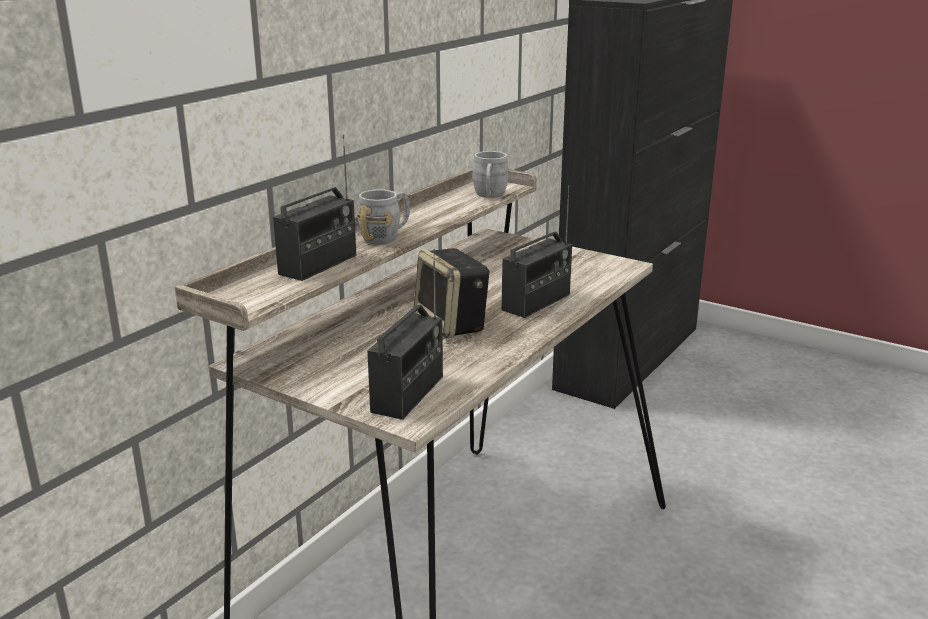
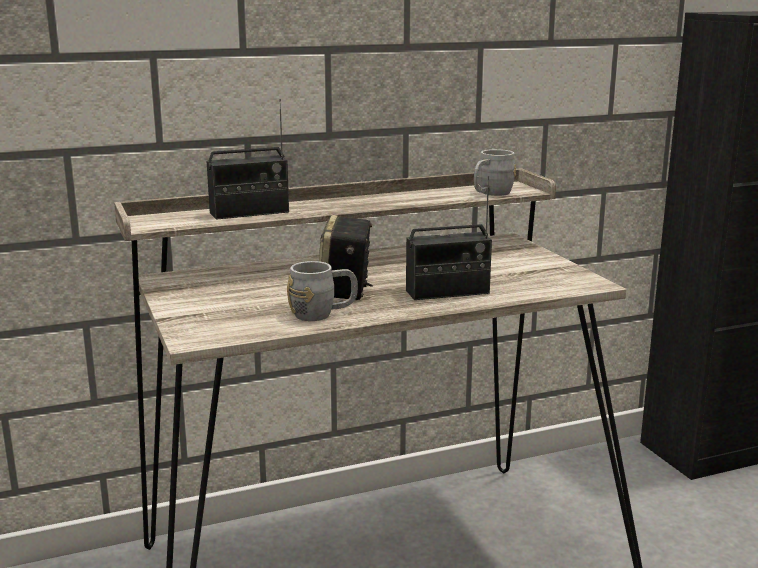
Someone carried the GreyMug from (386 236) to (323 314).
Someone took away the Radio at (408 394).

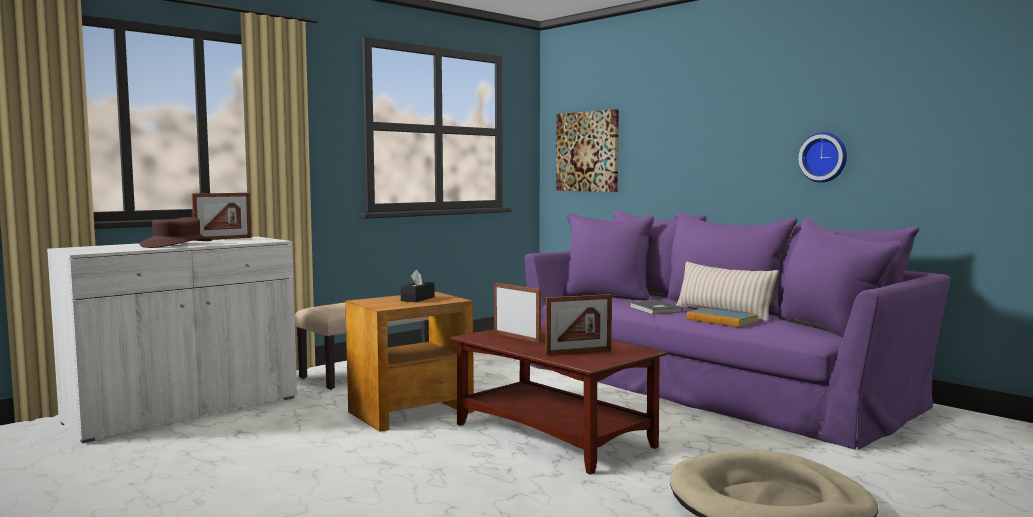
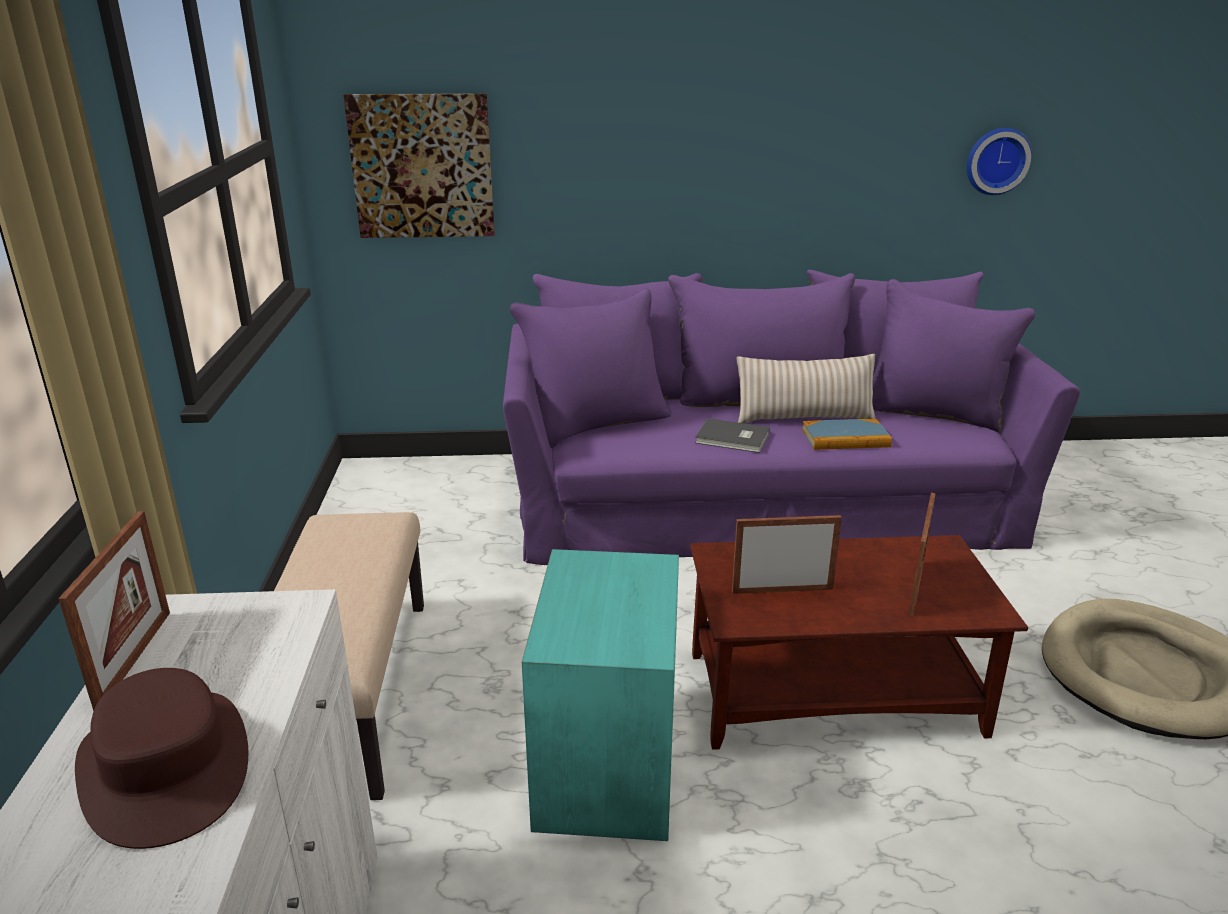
Someone repainted the BrownSideTable at (409 412), which became the TurquoiseSideTable at (606 766).
Someone carried the WallClock from (824 157) to (996 160).
Someone took away the BlackTissueBox at (417 299).

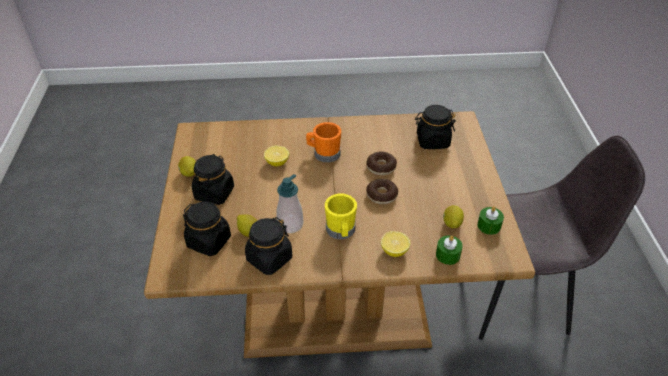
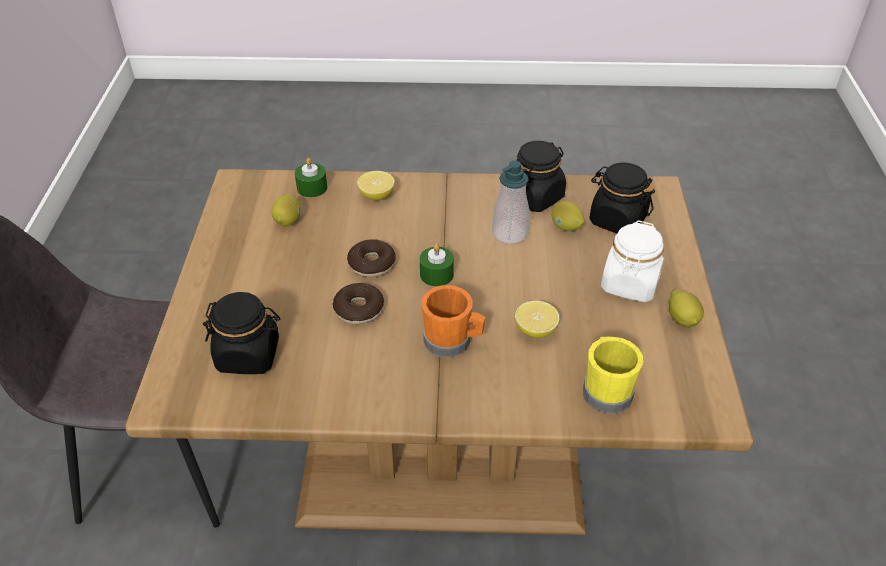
Someone carried the GreenCandle from (489 226) to (436 274).
Someone carried the YellowMug from (341 231) to (606 389).
Someone repainted the BlackJar at (214 193), which became the WhiteJar at (630 284).

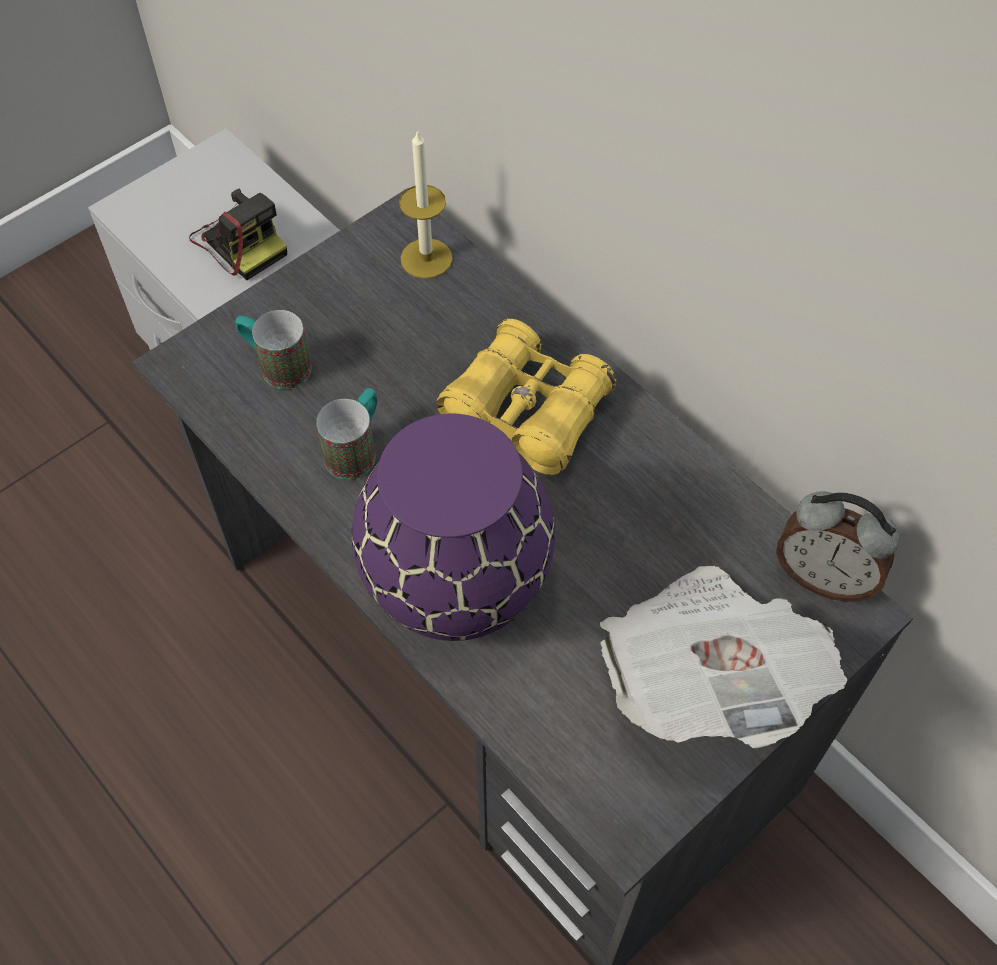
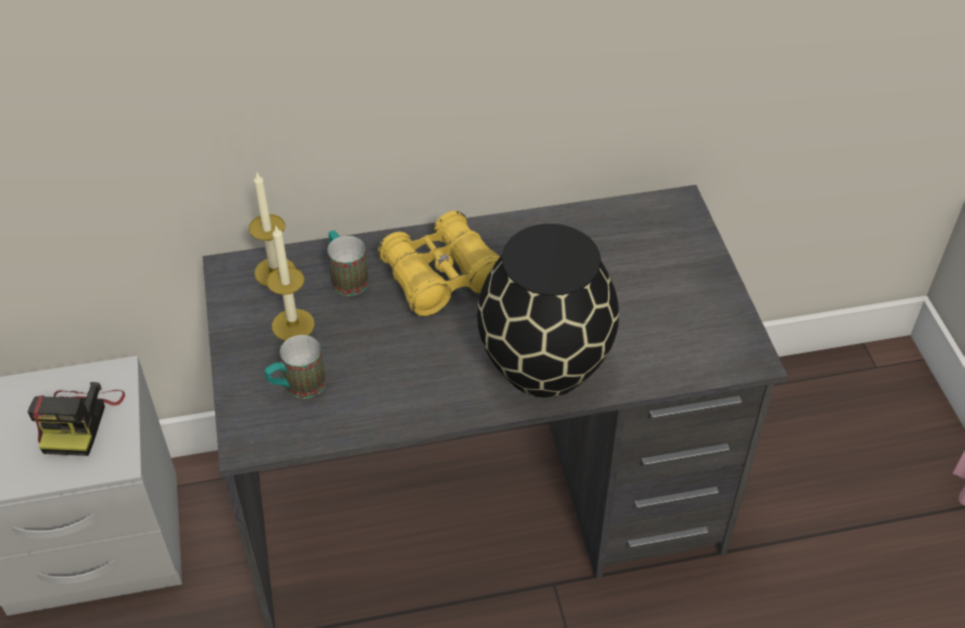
Someone rotated the PhotoCamera at (240 241) by 105 degrees clockwise.
Someone put down the Candle at (293 325).
Someone carried the Mug from (356 449) to (346 277).
Someone repainted the PurpleVase at (459 586), which became the BlackVase at (545 363).
Someone took away the Newspaper at (707 675).
Someone took away the AlarmClock at (823 576).

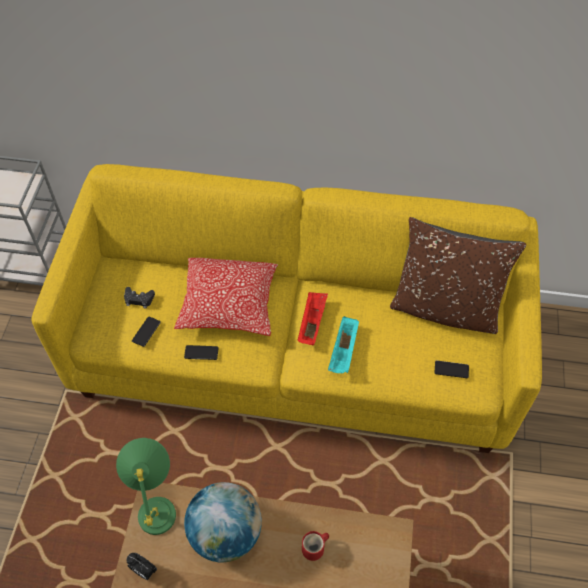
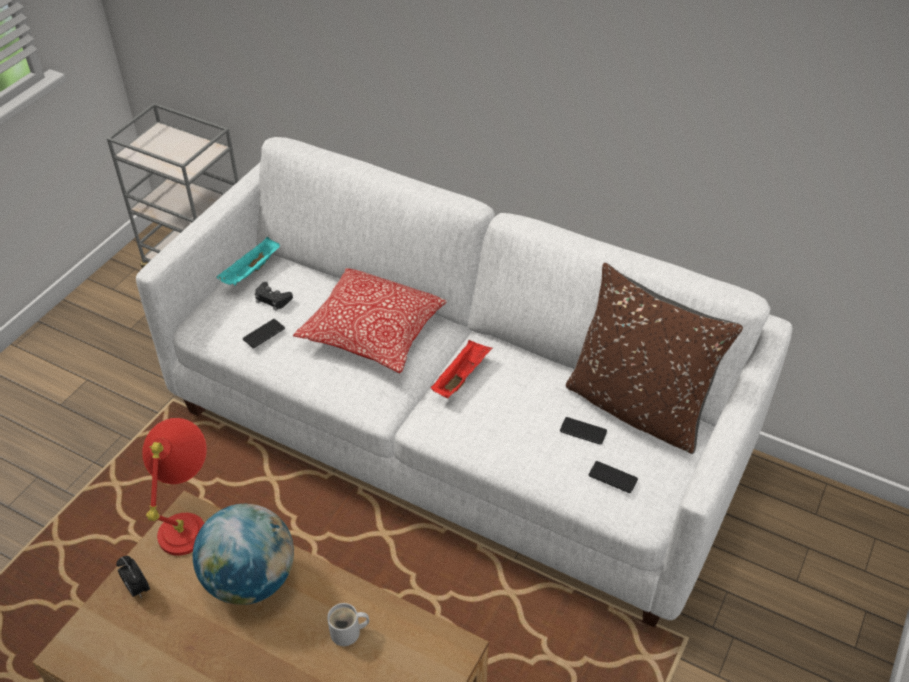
Someone repainted the YellowSofa at (295 350), which became the WhiteSofa at (456 433).
Someone repainted the GreenTableLamp at (156 502), which became the RedTableLamp at (189 520).
Someone carried the TurquoiseTray from (343 351) to (251 272).
Someone repainted the RedMug at (315 548), which became the WhiteMug at (348 633).
Someone carried the Phone from (201 353) to (583 431).

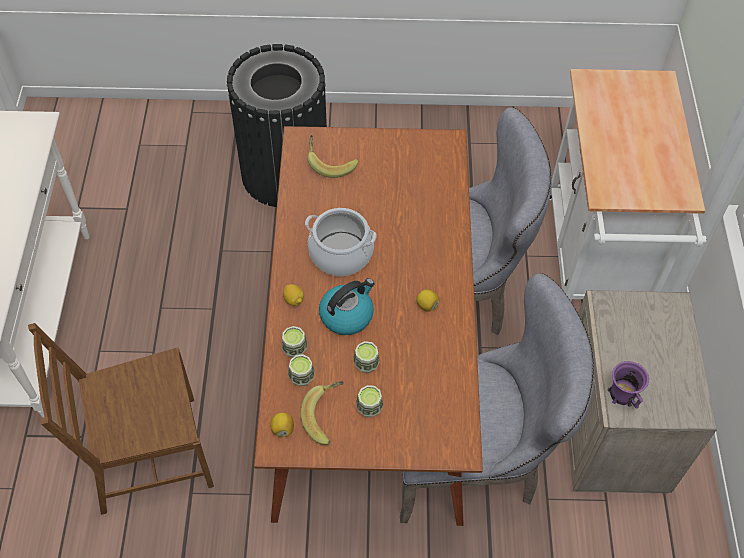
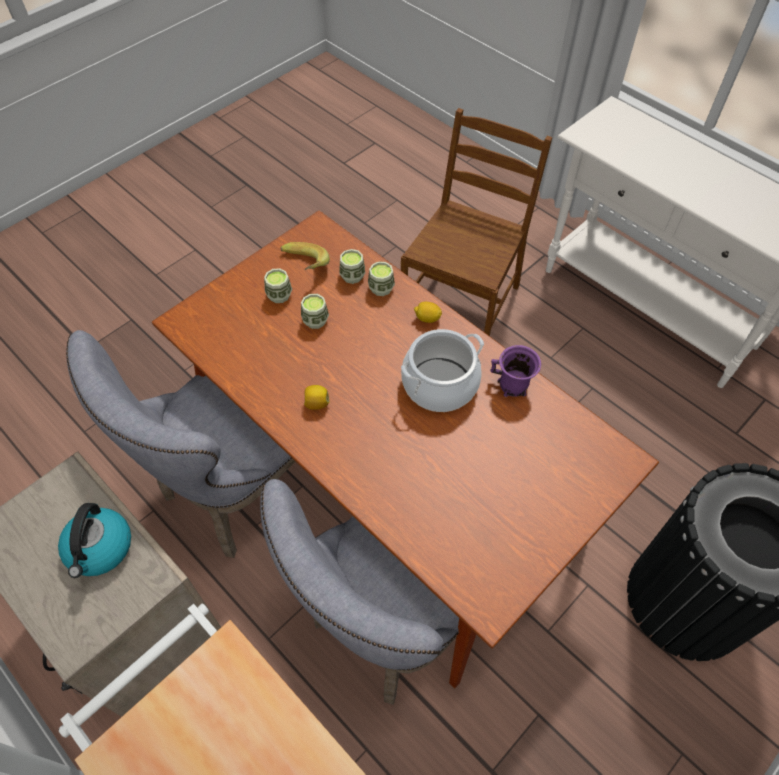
Someone carried the Kettle from (347 315) to (100 549).
Someone carried the PurpleMug from (622 394) to (513 386).
Someone took away the Lemon at (282 429).
Someone took away the Banana at (330 163).

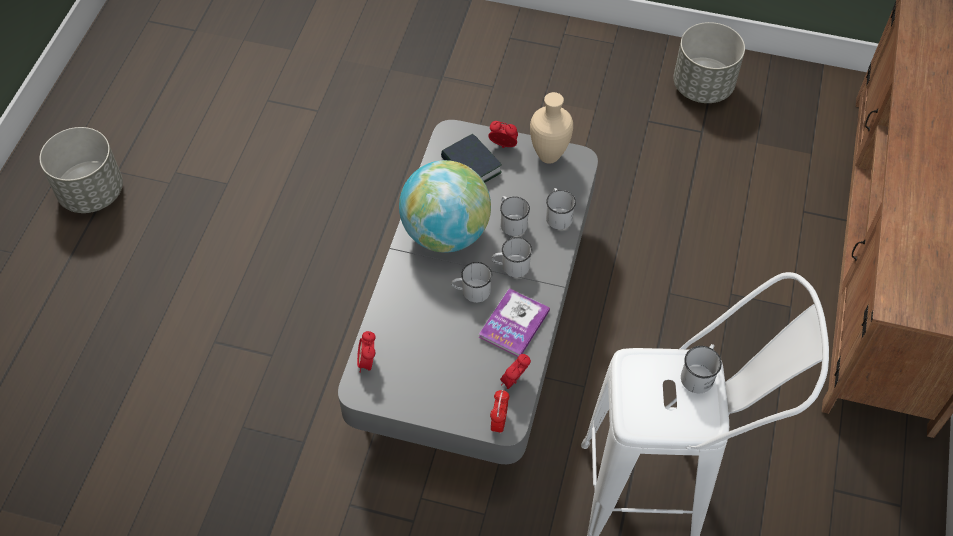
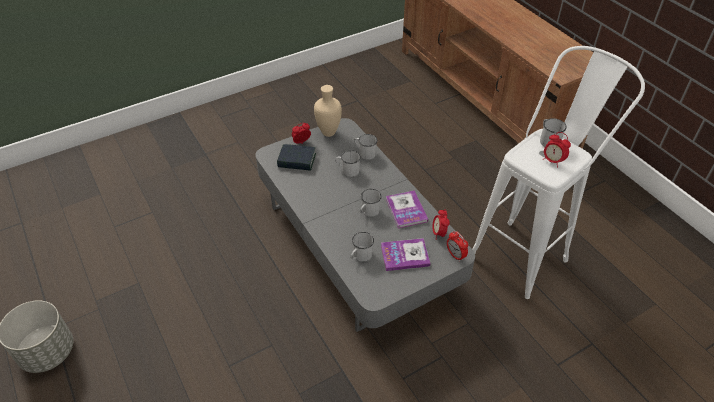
Someone carried the WhiteMug from (511 266) to (360 256).
Someone put down the Book at (405 255).
Someone carried the AlarmClock from (367 362) to (552 161).
Someone took away the Globe at (445 233).
Someone took away the GreyPlanter at (703 86).

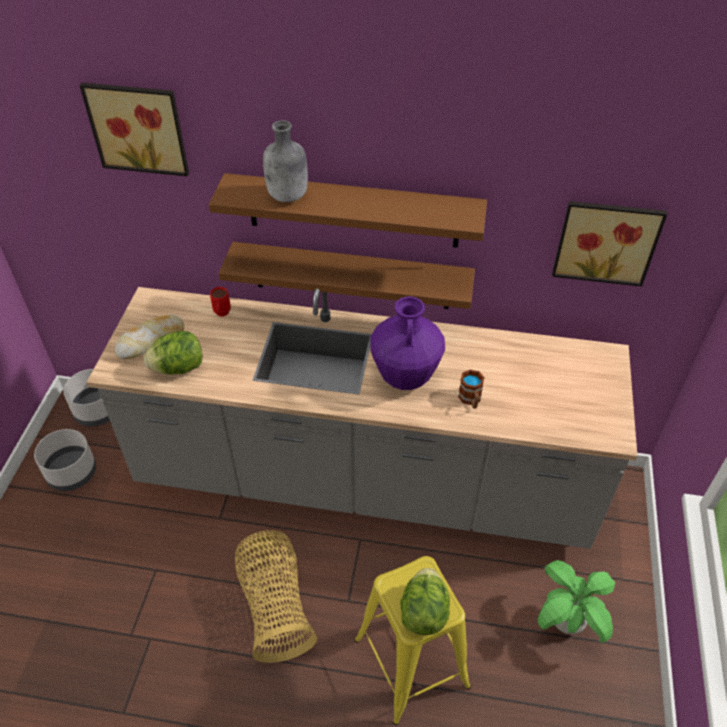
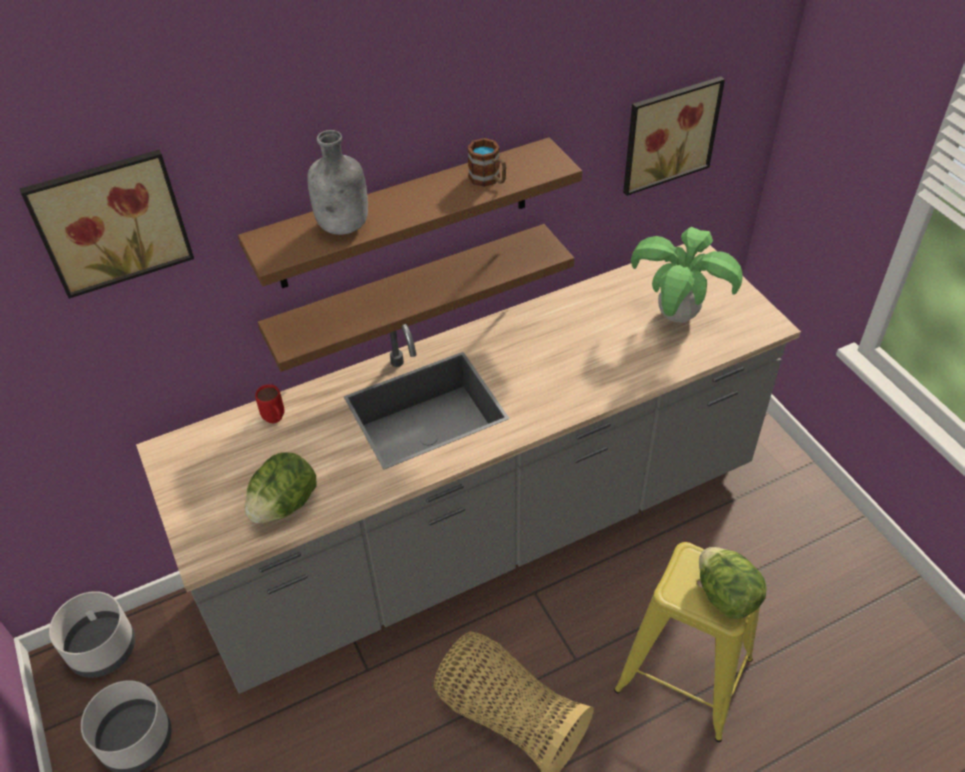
Someone carried the Mug from (471 400) to (489 180).
Someone carried the PottedPlant from (566 623) to (677 316).
Someone took away the Bread at (151 341).
Someone took away the PurpleVase at (405 378).

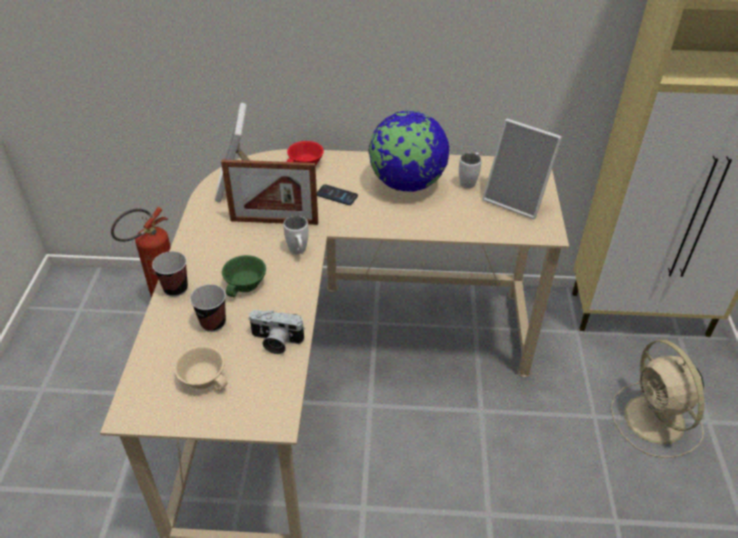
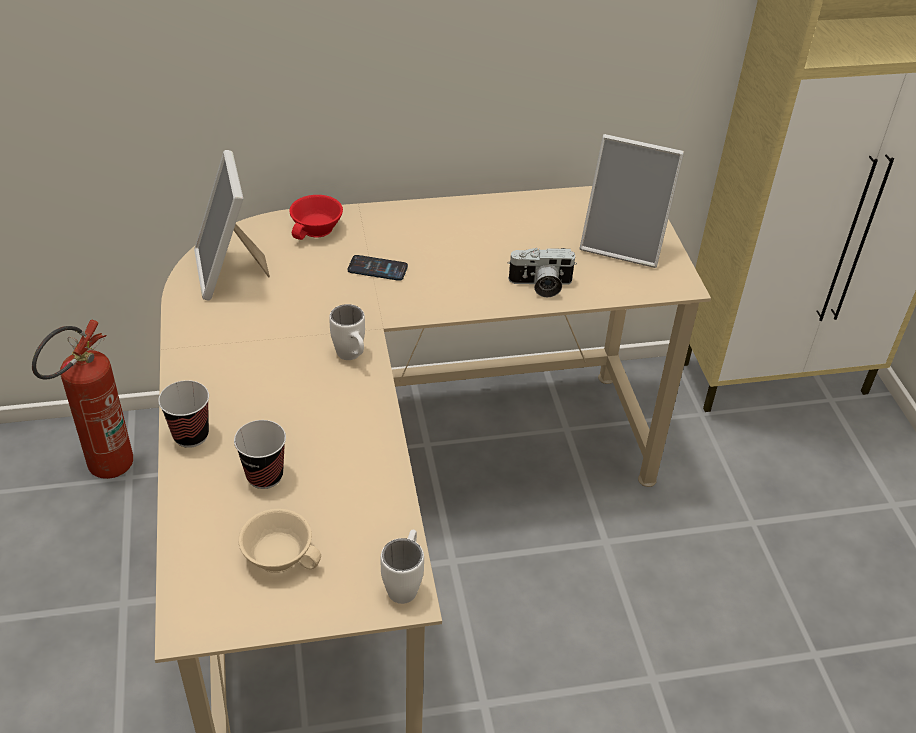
Someone carried the WhiteMug from (469 181) to (405 583).
Someone carried the PhotoCamera from (275 341) to (540 285).
Someone took away the PictureFrame at (274 221).
Someone took away the GreenCup at (246 285).
Someone took away the Globe at (406 184).
Someone took away the BeigeFan at (656 421).

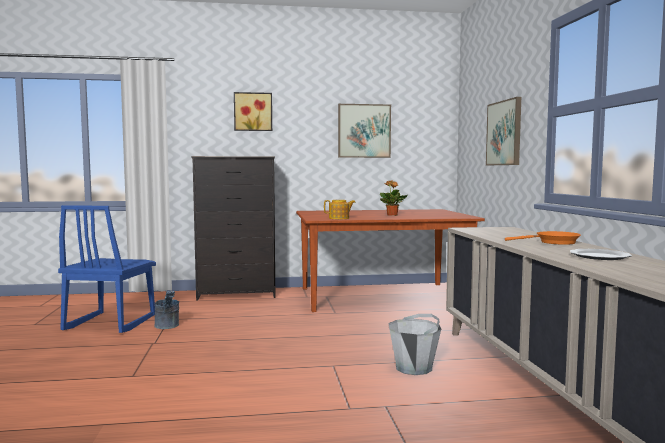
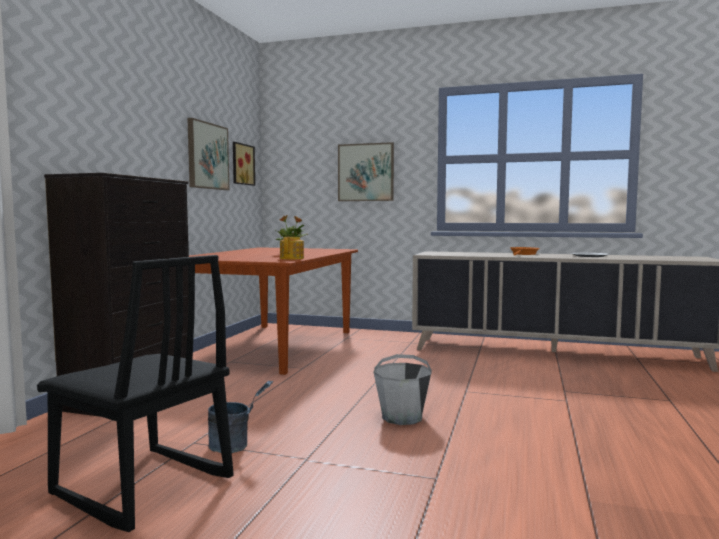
Someone repainted the BlueChair at (109 323), which became the BlackChair at (141 487).
Someone carried the Picture from (253 112) to (241 164).
Someone carried the GreyBucket from (414 368) to (402 417).

